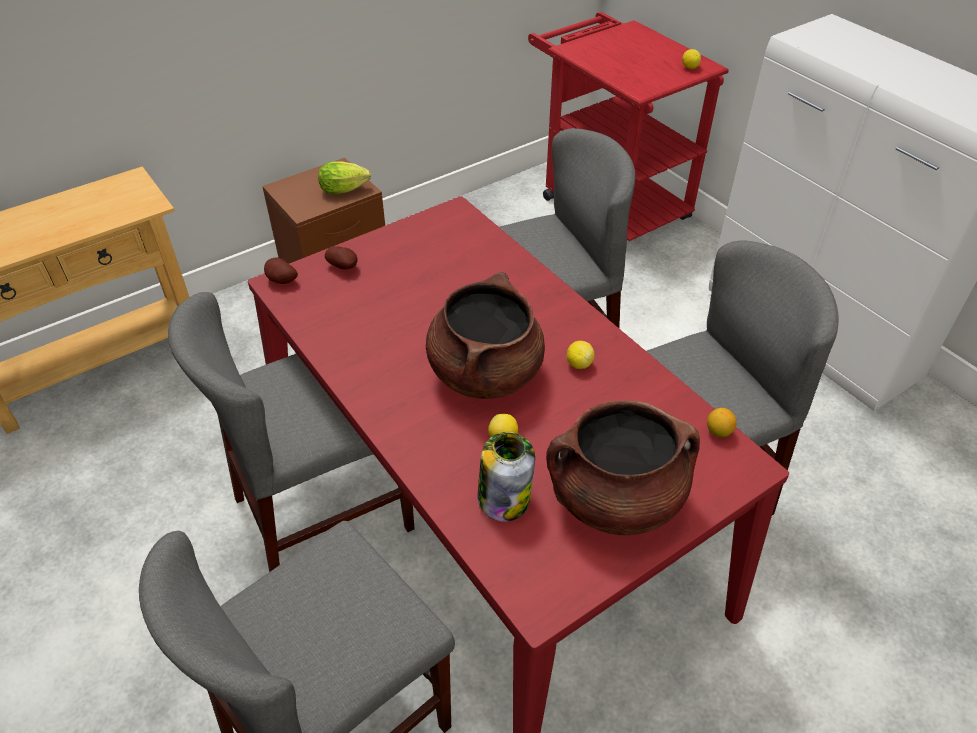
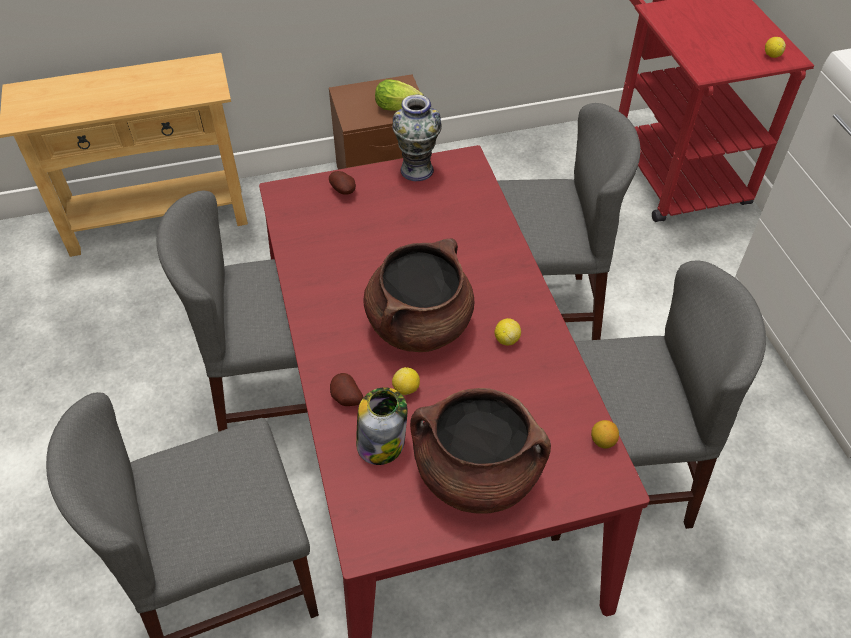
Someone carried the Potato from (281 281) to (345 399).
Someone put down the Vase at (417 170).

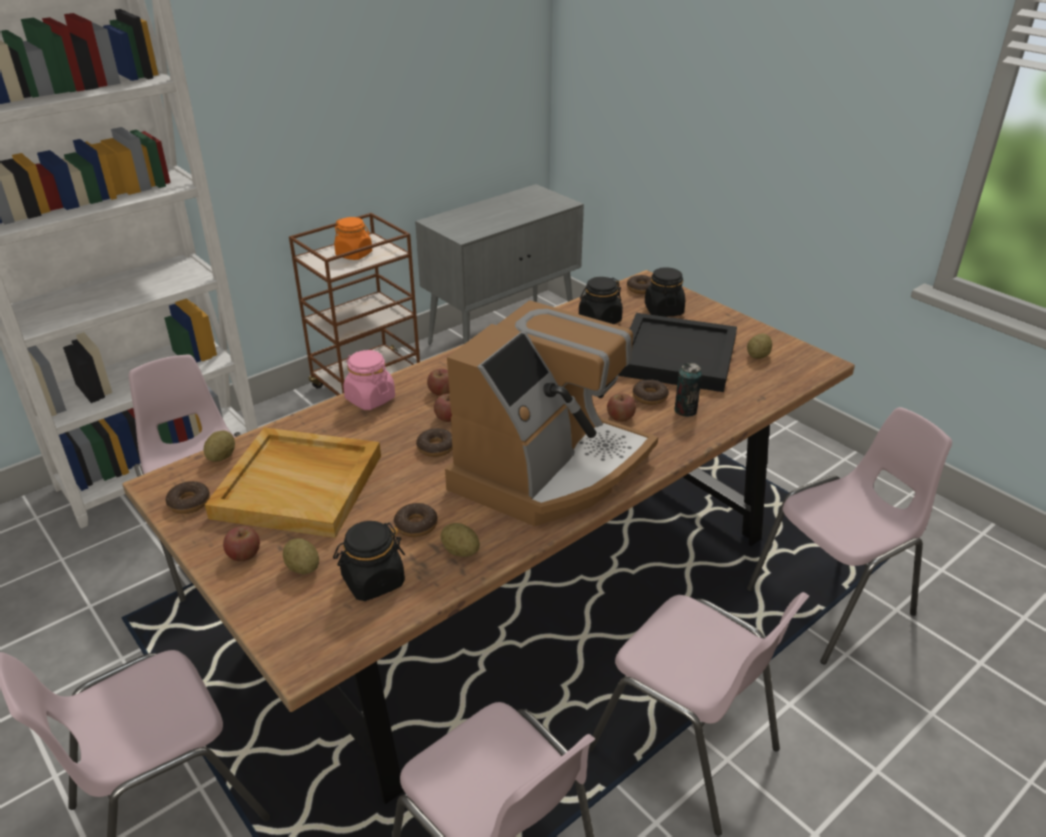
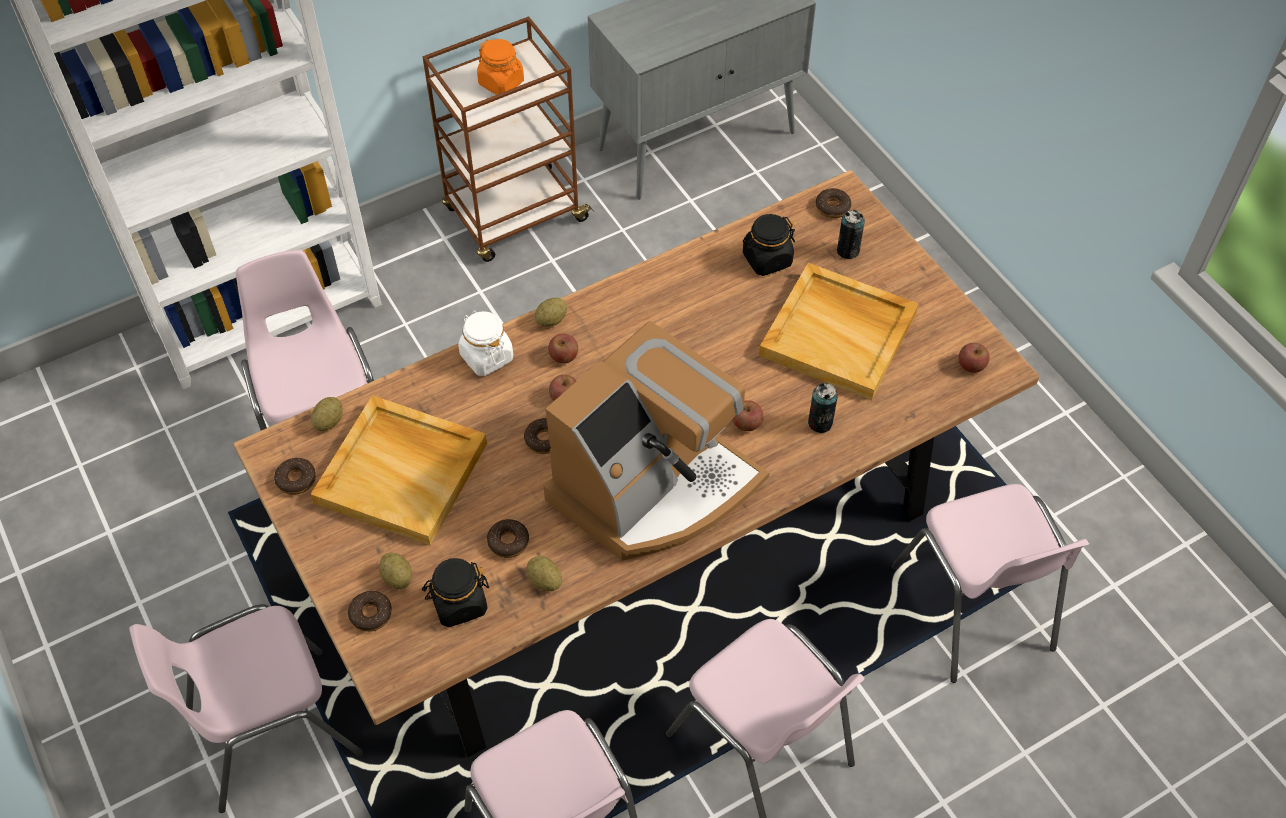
Someone carried the Donut from (649 397) to (371 614).
Someone repainted the PinkJar at (370 399), which became the WhiteJar at (486 357).
Someone carried the Potato from (758 356) to (551 320).
Someone repainted the BlackTray at (678 356), which became the BeigeTray at (839 334).
Someone swapped the BlackJar at (663 310) for the Can at (848 251).
Someone rotated the PinkChair at (833 603) by 90 degrees clockwise.
Someone carried the Apple from (244 554) to (971 365).

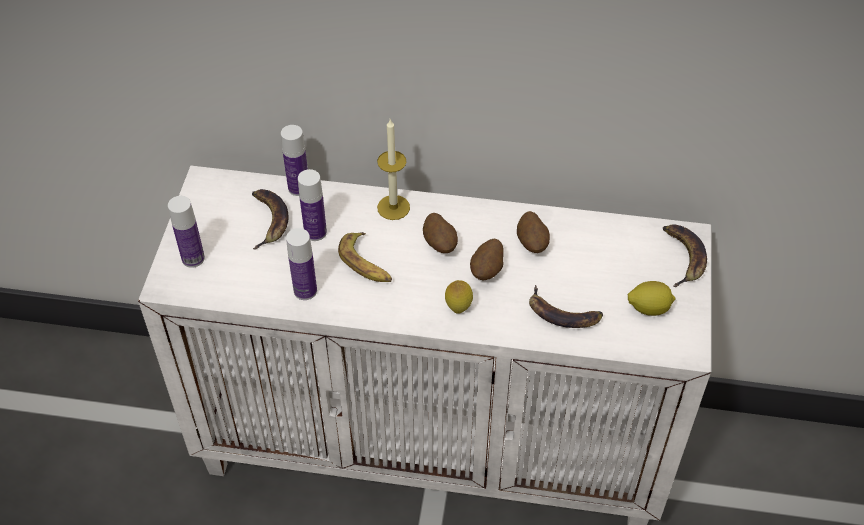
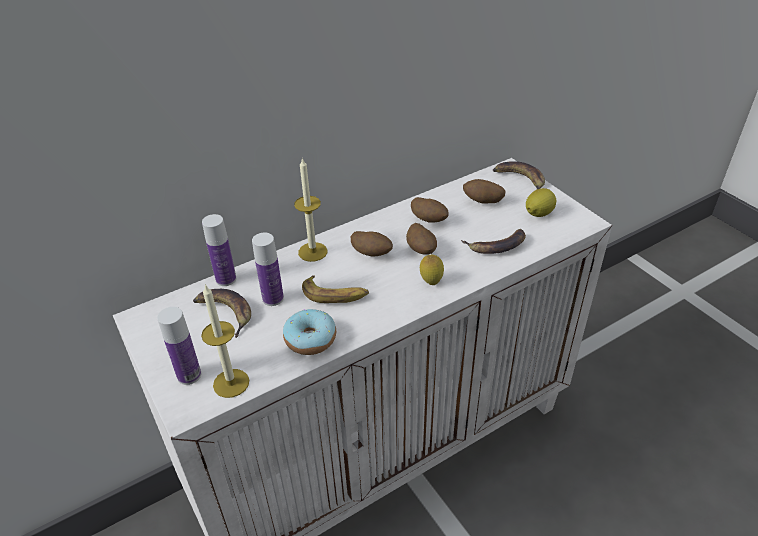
Someone put down the Candle at (231 383).
Someone swapped the Bottle at (305 291) for the Donut at (310 339).
Someone put down the Potato at (482 202).

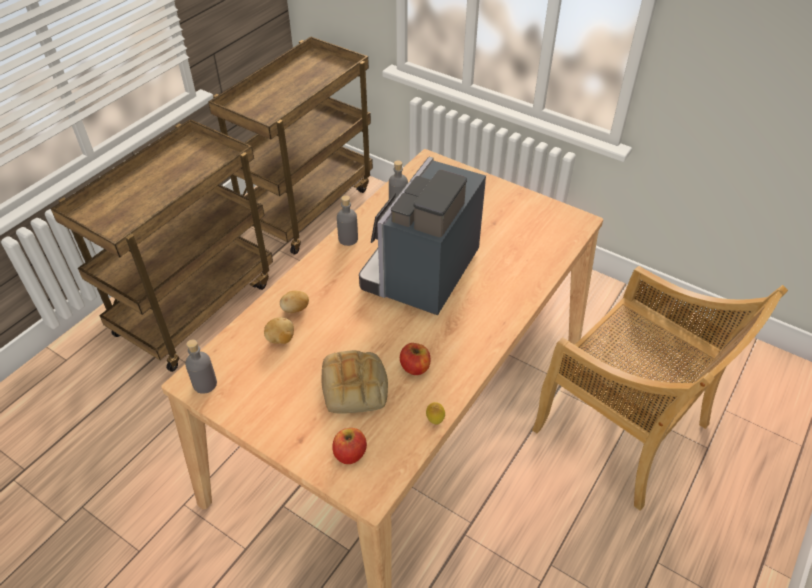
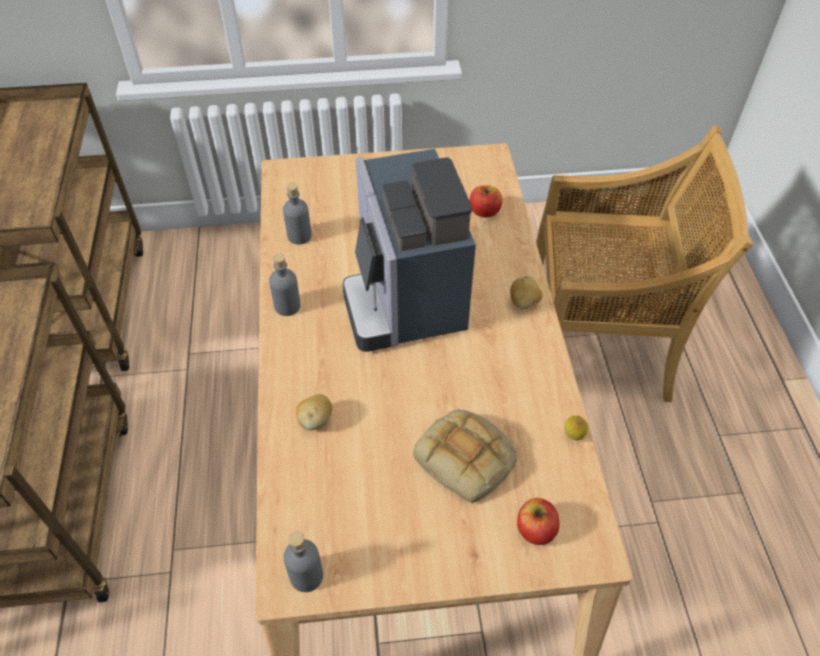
Someone carried the Apple from (415 367) to (484 211).
Someone carried the Potato from (280 339) to (524 302).

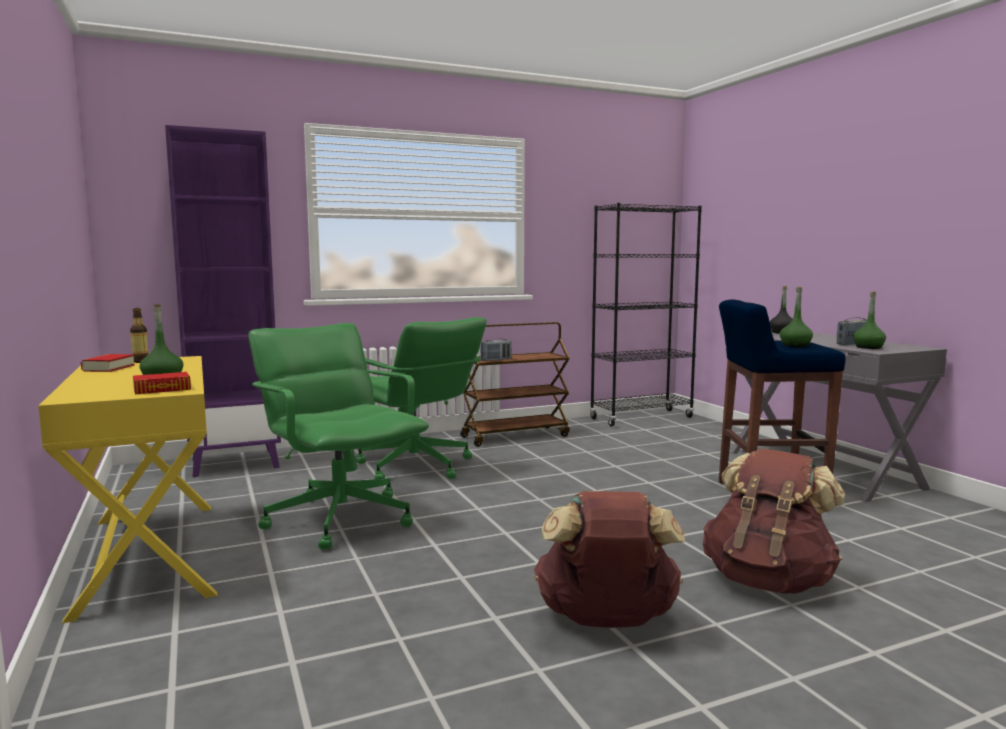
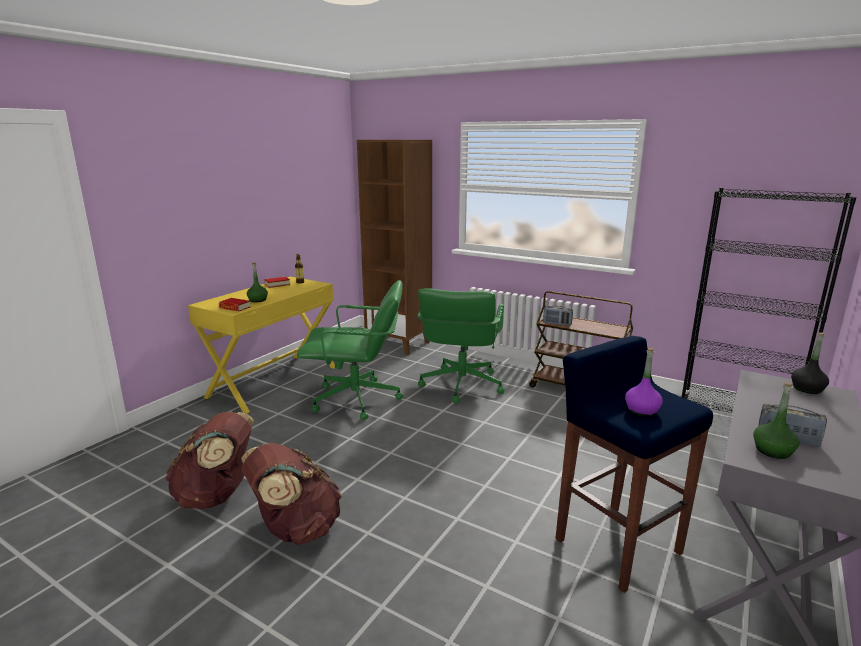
Someone carried the BrownBackpack from (768 581) to (217 495).
Someone rotated the GreenOfficeChair at (340 518) by 75 degrees clockwise.
Someone repainted the PurpleBookcase at (236 463), which became the BrownBookcase at (399 344).
Someone repainted the GreenBottle at (795 345), which became the PurpleBottle at (642 410).

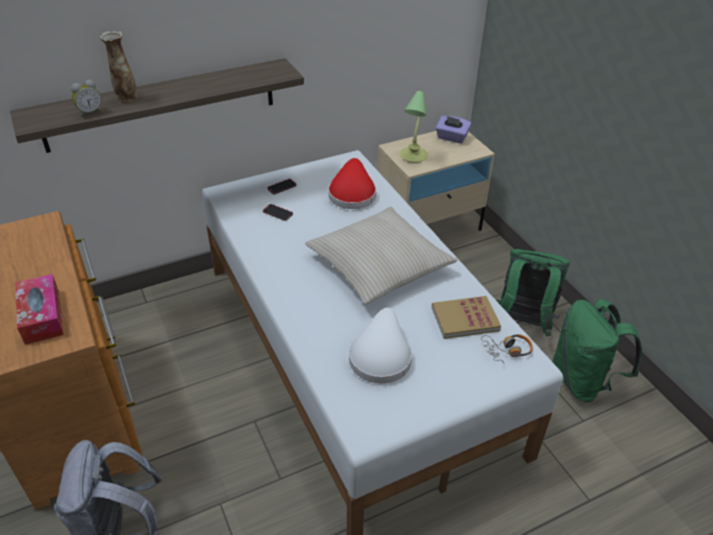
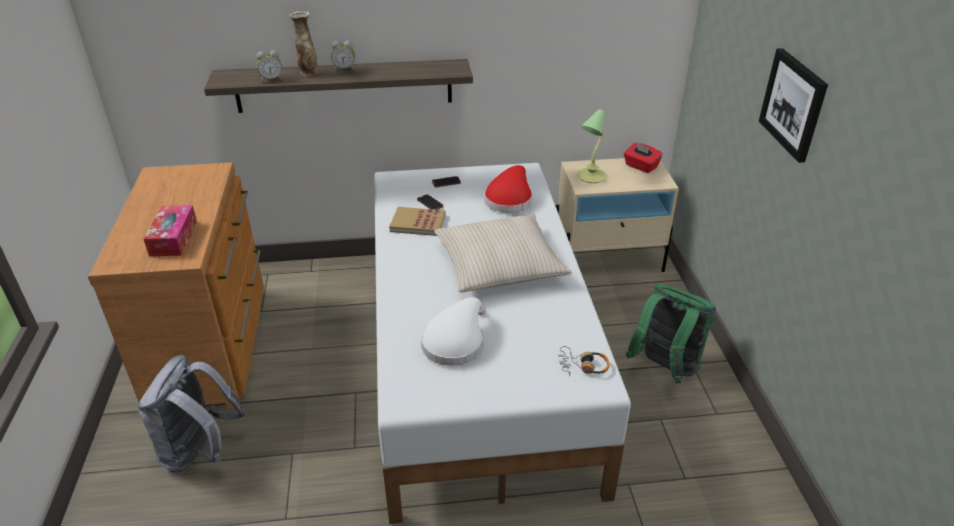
Someone put down the AlarmClock at (344 69).
Someone carried the Book from (465 319) to (418 223).
Someone repainted the PurpleTissueBox at (451 138), which became the RedTissueBox at (640 166).
Someone put up the Picture at (793 104).
Someone took away the GreenBackpack at (582 381).

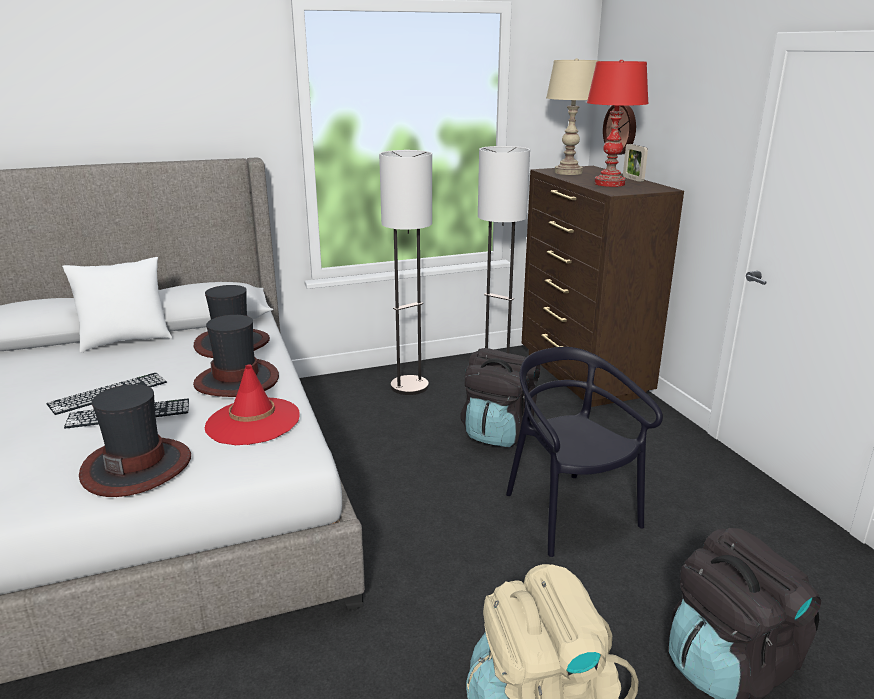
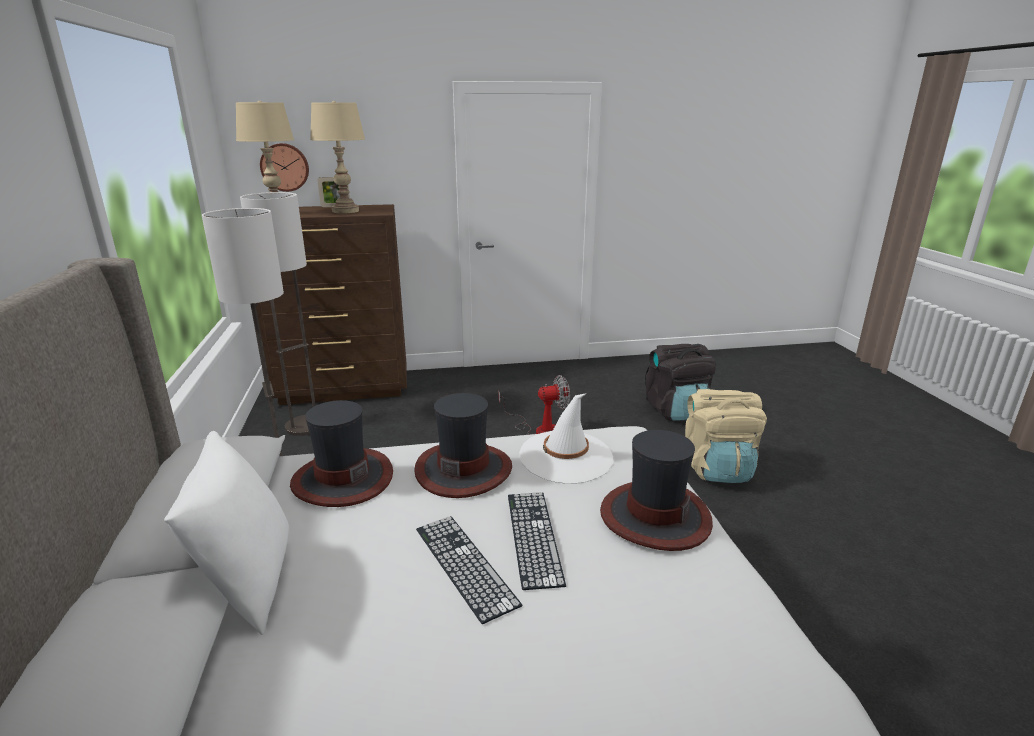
Someone repainted the RedTableLamp at (609 184), which became the BeigeTableLamp at (345 211).
Someone swapped the BlackChair at (569 513) for the Fan at (540 429).
Someone repainted the RedHat at (253 422), which became the WhiteHat at (566 457).
Someone took away the BlackBackpack at (498 432).

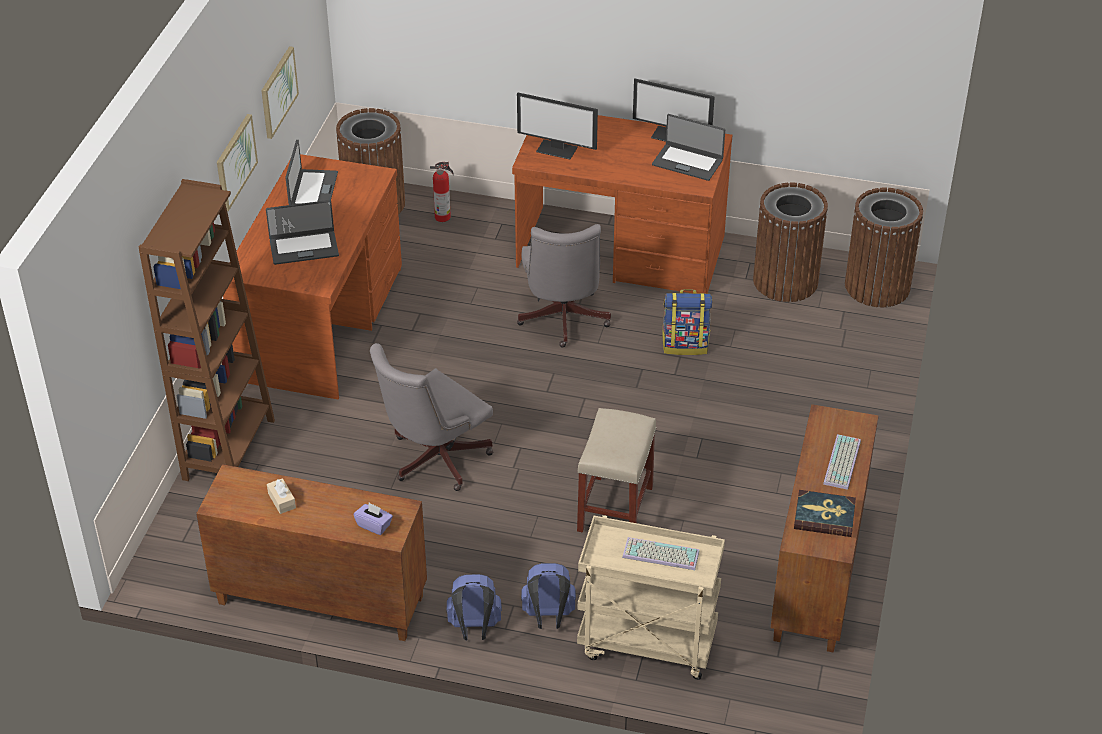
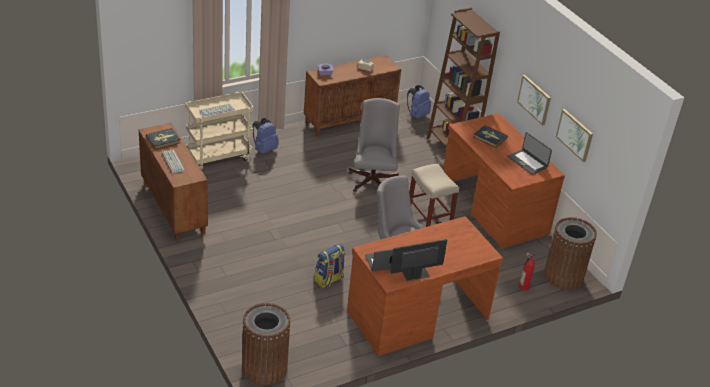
Someone carried the BlueBackpack from (474 628) to (417 115).
Someone carried the BeigeStool from (615 510) to (428 217).
Someone swapped the Laptop at (304 247) for the Book at (490 137).
Someone took away the Monitor at (557 149).
Someone took away the BrownTrashCan at (785 281).

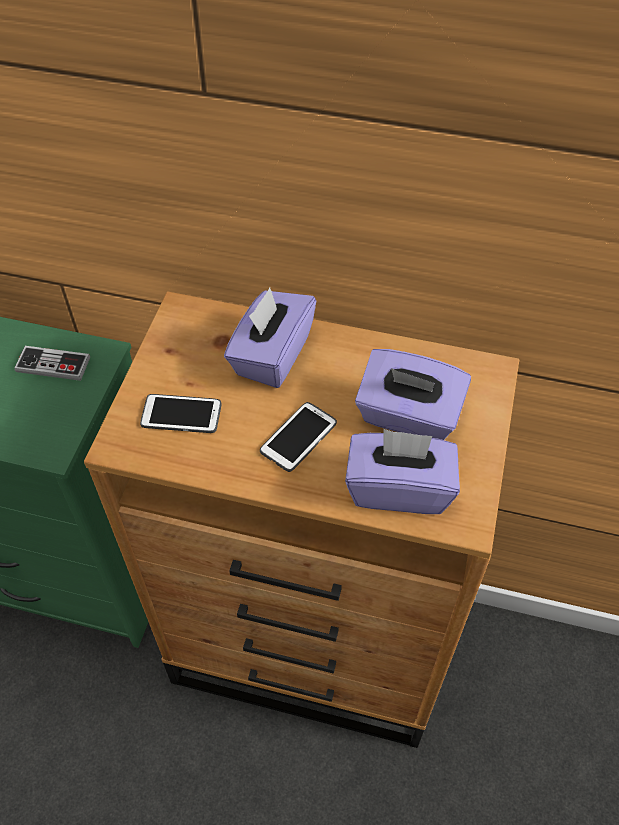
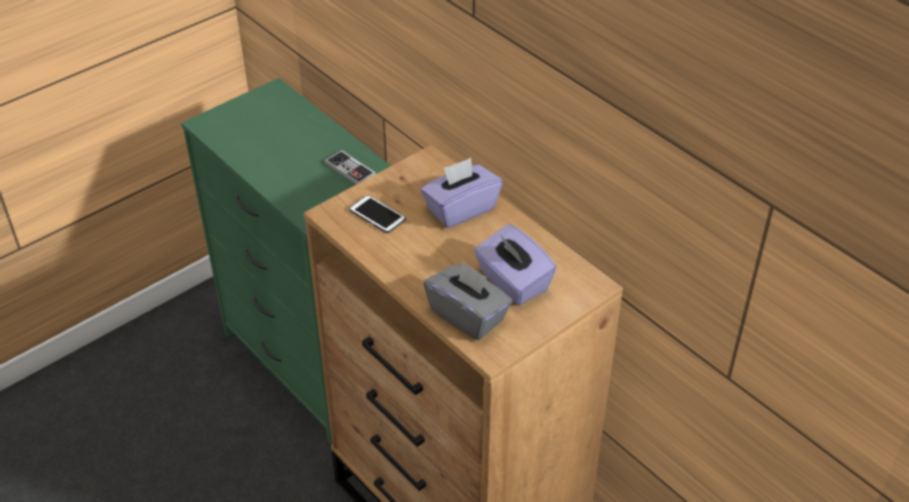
Someone repainted the PurpleTissueBox at (399 488), which became the GreyTissueBox at (468 315).
Someone took away the Phone at (298 437).

